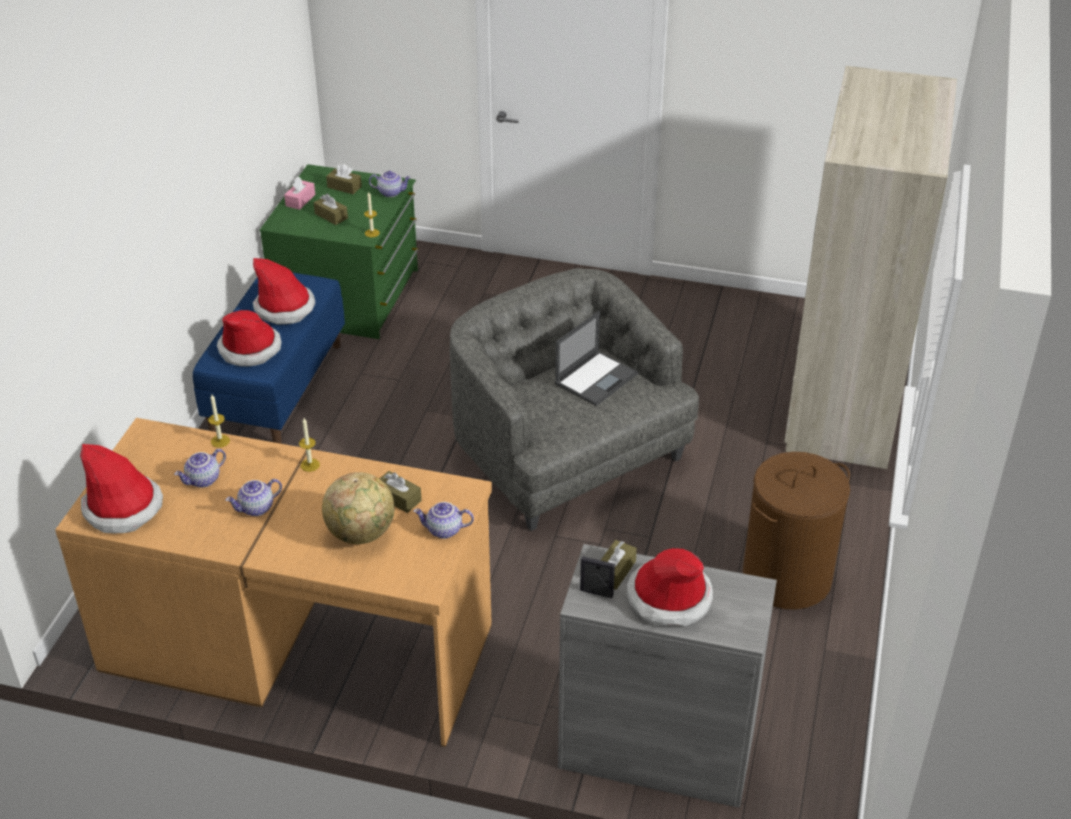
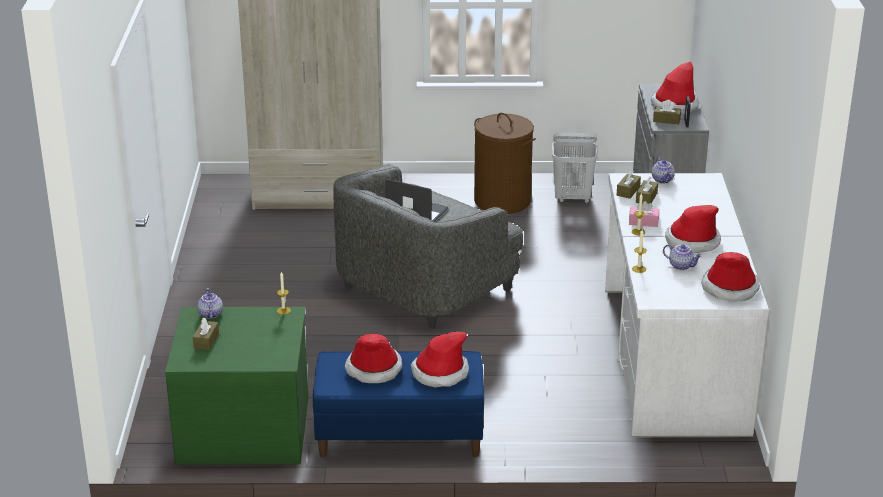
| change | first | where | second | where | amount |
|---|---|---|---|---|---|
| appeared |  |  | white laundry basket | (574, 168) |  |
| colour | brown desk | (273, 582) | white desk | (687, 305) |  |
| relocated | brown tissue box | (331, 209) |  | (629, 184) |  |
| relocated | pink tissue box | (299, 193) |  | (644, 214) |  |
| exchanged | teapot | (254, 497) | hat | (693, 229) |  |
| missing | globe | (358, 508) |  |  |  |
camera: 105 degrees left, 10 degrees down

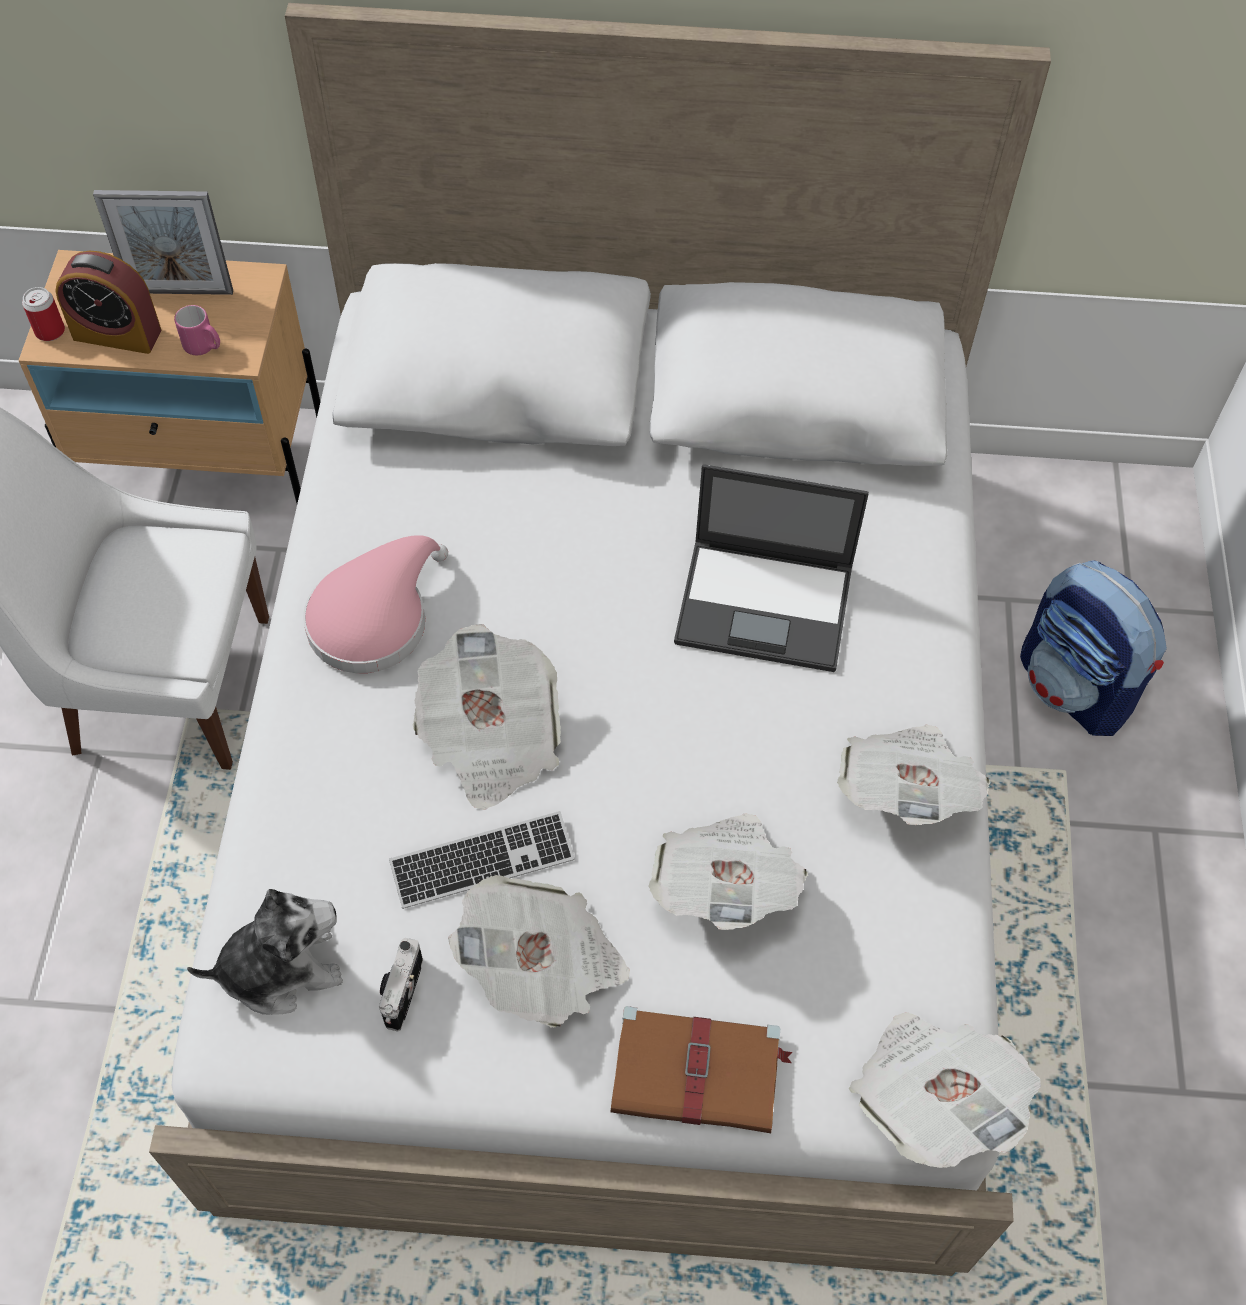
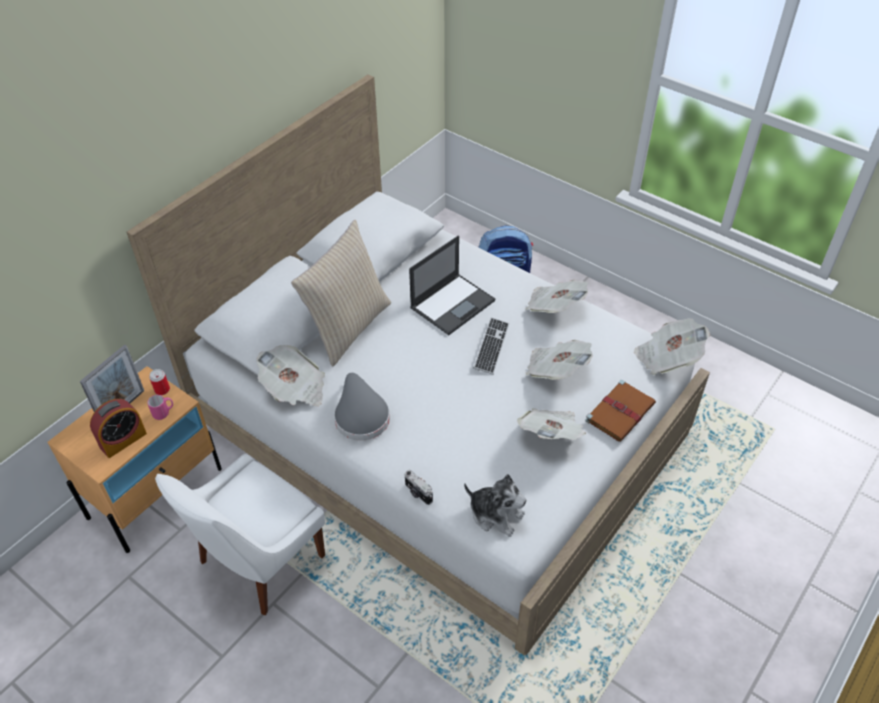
| change | first | where | second | where | amount |
|---|---|---|---|---|---|
| relocated | can | (43, 314) |  | (159, 382) |  |
| relocated | newspaper | (486, 717) |  | (291, 375) |  |
| appeared |  |  | beige pillow | (341, 293) |  |
| colour | pink hat | (375, 604) | grey hat | (362, 407) |  |
| relocated | photo camera | (401, 984) |  | (418, 487) |  |
| spun | plush toy | (265, 952) |  | (495, 505) | 105 degrees clockwise |
| relocated | keyboard | (482, 860) |  | (491, 346) |  |
camera: 55 degrees left, 10 degrees down

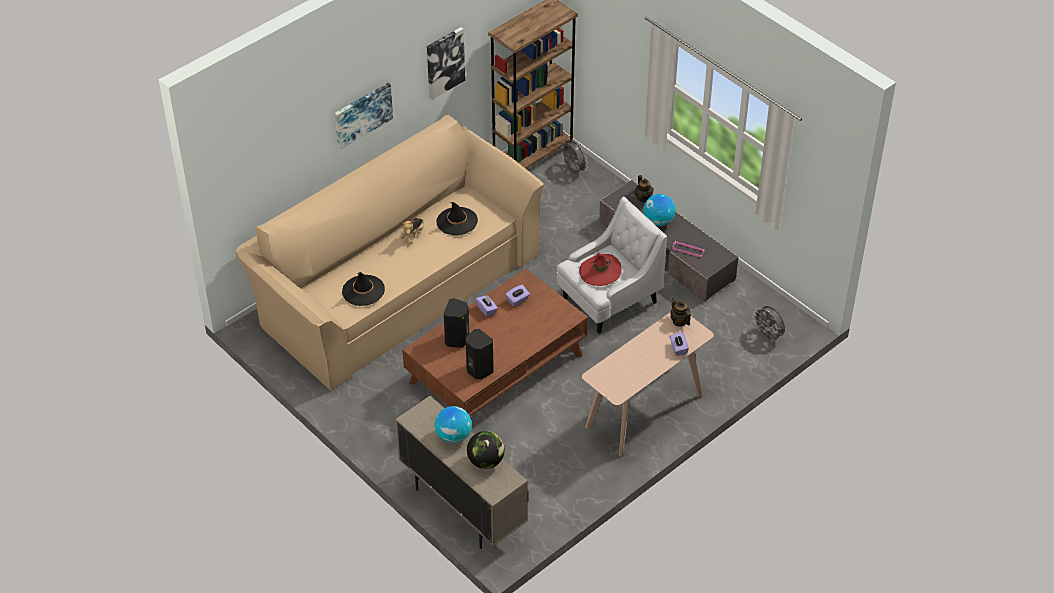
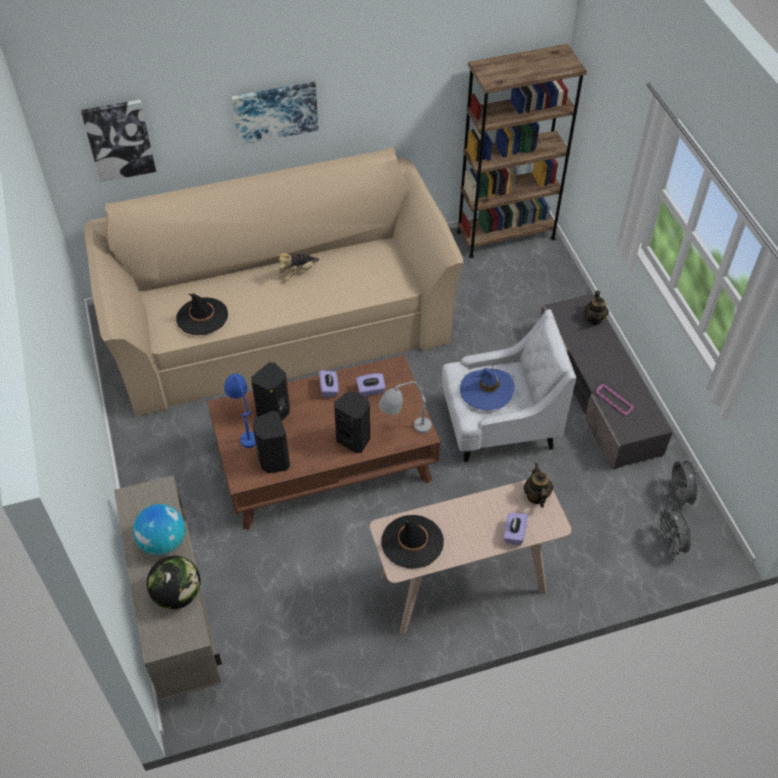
| change | first | where | second | where | amount |
|---|---|---|---|---|---|
| relocated | picture | (446, 63) |  | (118, 141) |  |
| appeared |  |  | blue table lamp | (240, 411) |  |
| appeared |  |  | black speaker | (352, 422) |  |
| appeared |  |  | grey table lamp | (405, 407) |  |
| relocated | black hat | (457, 218) |  | (412, 541) |  |
| colour | red hat | (600, 268) | blue hat | (487, 386) |  |
| relocated | grey fan | (575, 156) |  | (685, 482) |  |
| missing | globe | (659, 210) |  |  |  |
camera: 25 degrees right, 5 degrees up

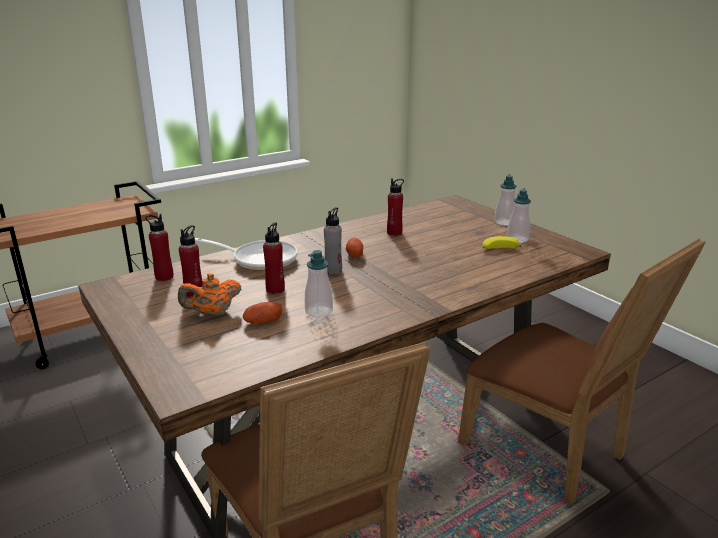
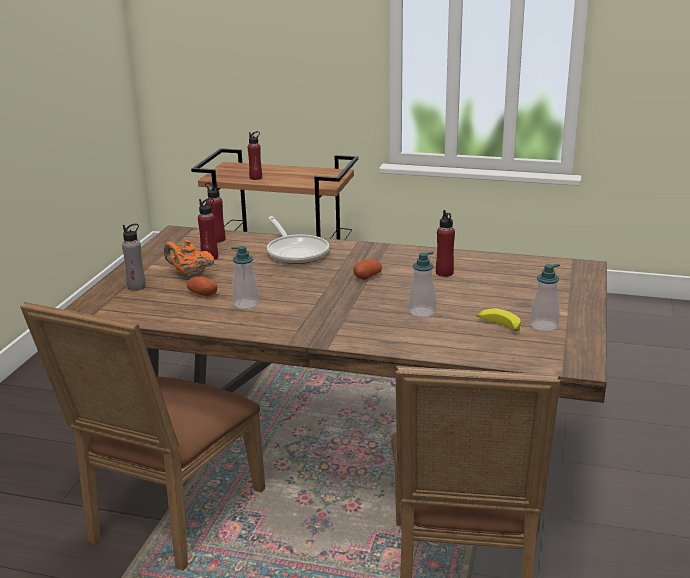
| change | first | where | second | where | amount |
|---|---|---|---|---|---|
| relocated | grey bottle | (333, 241) |  | (134, 257) |  |
| relocated | red bottle | (274, 258) |  | (255, 155) |  |
| relocated | soap dispenser | (505, 200) |  | (422, 284) |  |
camera: 50 degrees right, 0 degrees up

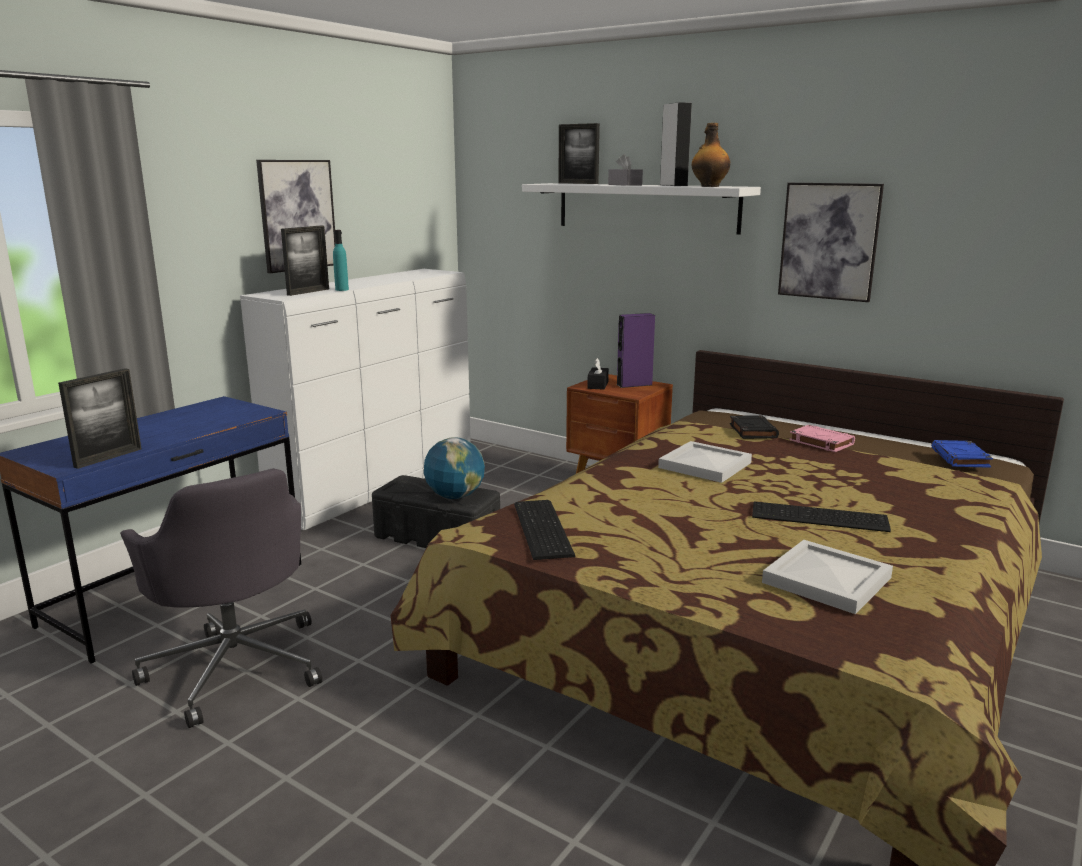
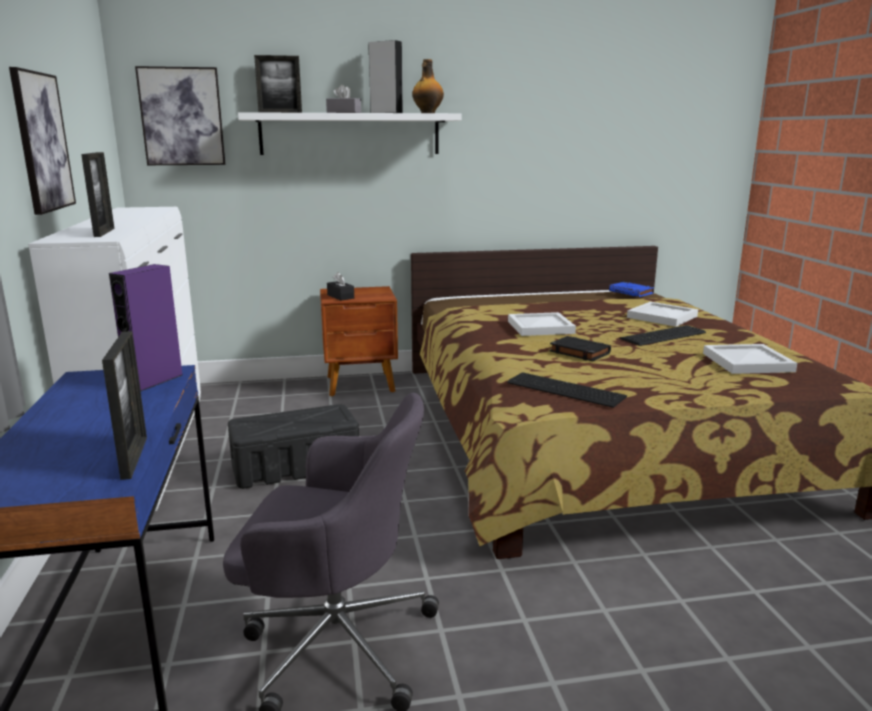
| change | first | where | second | where | amount |
|---|---|---|---|---|---|
| relocated | purple speaker | (635, 350) |  | (145, 327) |  |
| relocated | picture | (831, 242) |  | (180, 115) |  |
| relocated | black book | (754, 427) |  | (580, 348) |  |
| appeared |  |  | white tray | (662, 314) |  |
| missing | turquoise bottle | (341, 260) |  |  |  |
| missing | globe | (454, 468) |  |  |  |
| missing | pink book | (822, 438) |  |  |  |
camera: 45 degrees left, 0 degrees up

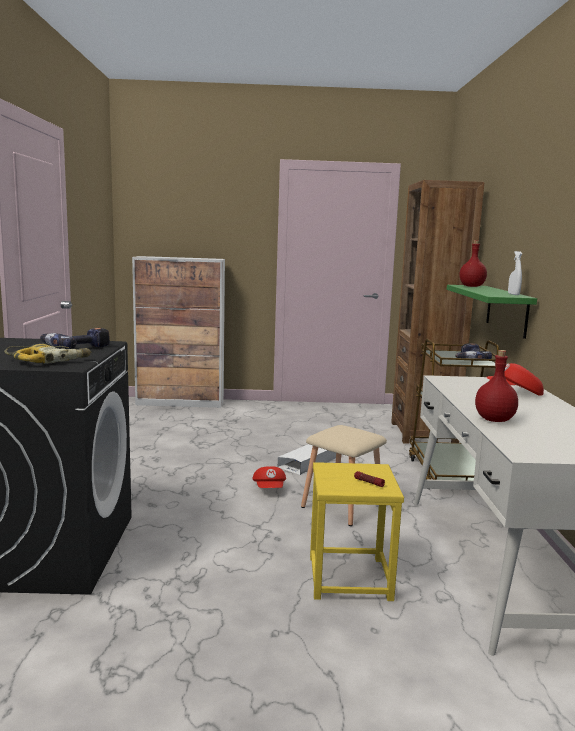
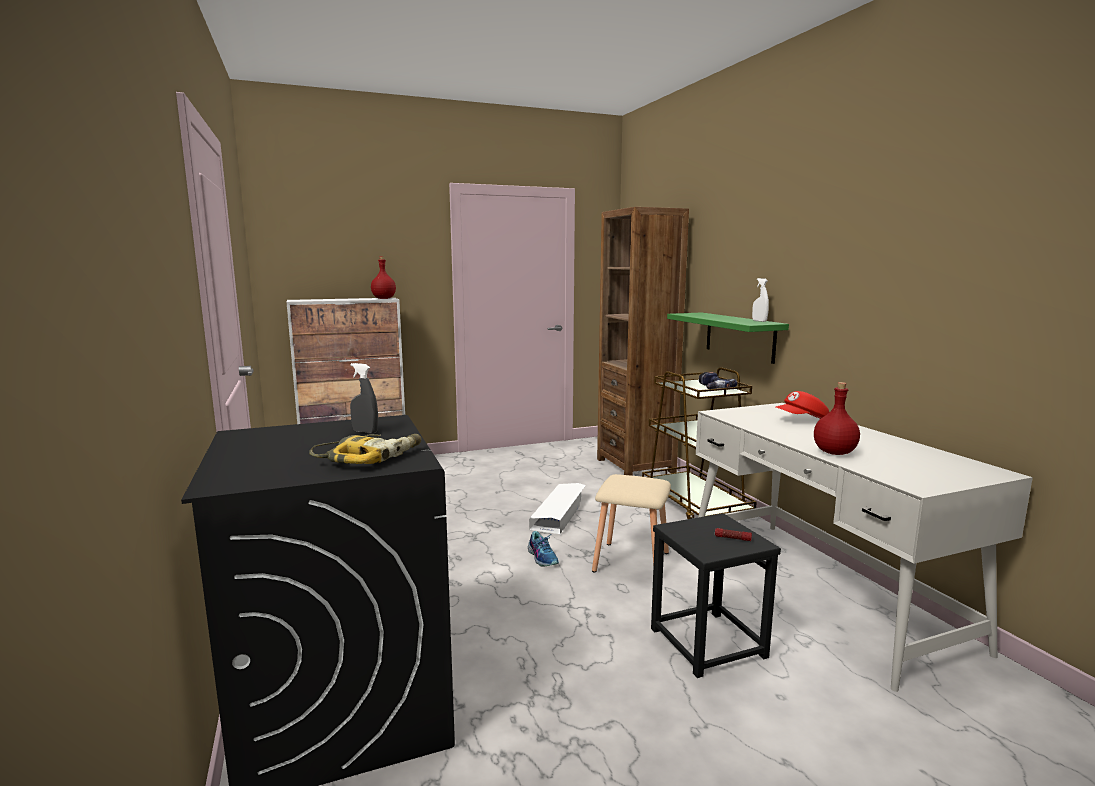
| change | first | where | second | where | amount |
|---|---|---|---|---|---|
| exchanged | power drill | (75, 338) | grey spray bottle | (364, 398) |  |
| relocated | red bottle | (473, 263) |  | (383, 277) |  |
| exchanged | red cap | (269, 477) | shoe | (543, 549) |  |
| colour | yellow stool | (357, 531) | black stool | (716, 595) |  |
camera: 20 degrees left, 0 degrees up

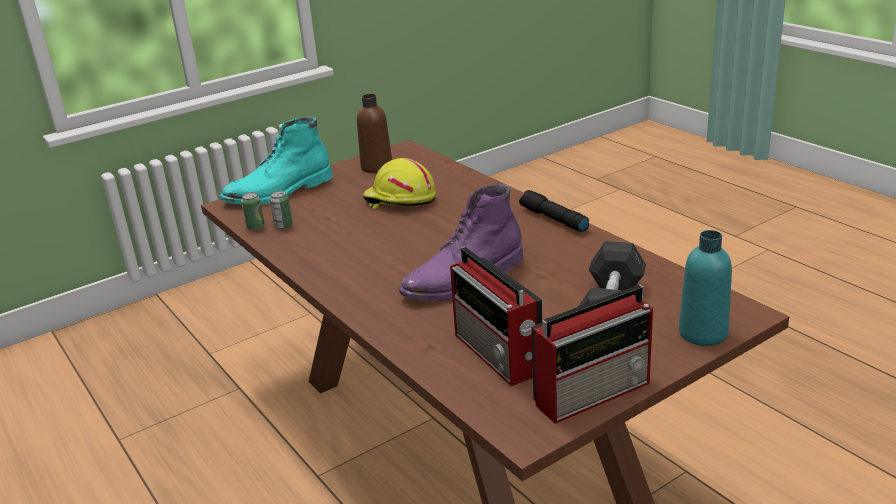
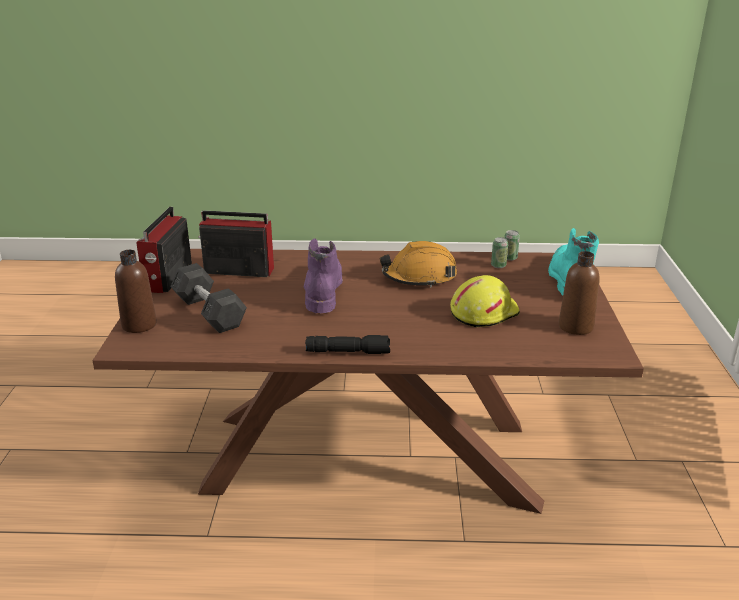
| change | first | where | second | where | amount |
|---|---|---|---|---|---|
| colour | turquoise bottle | (705, 288) | brown bottle | (136, 291) |  |
| appeared |  |  | orange hard hat | (418, 264) |  |
camera: 125 degrees right, 0 degrees up

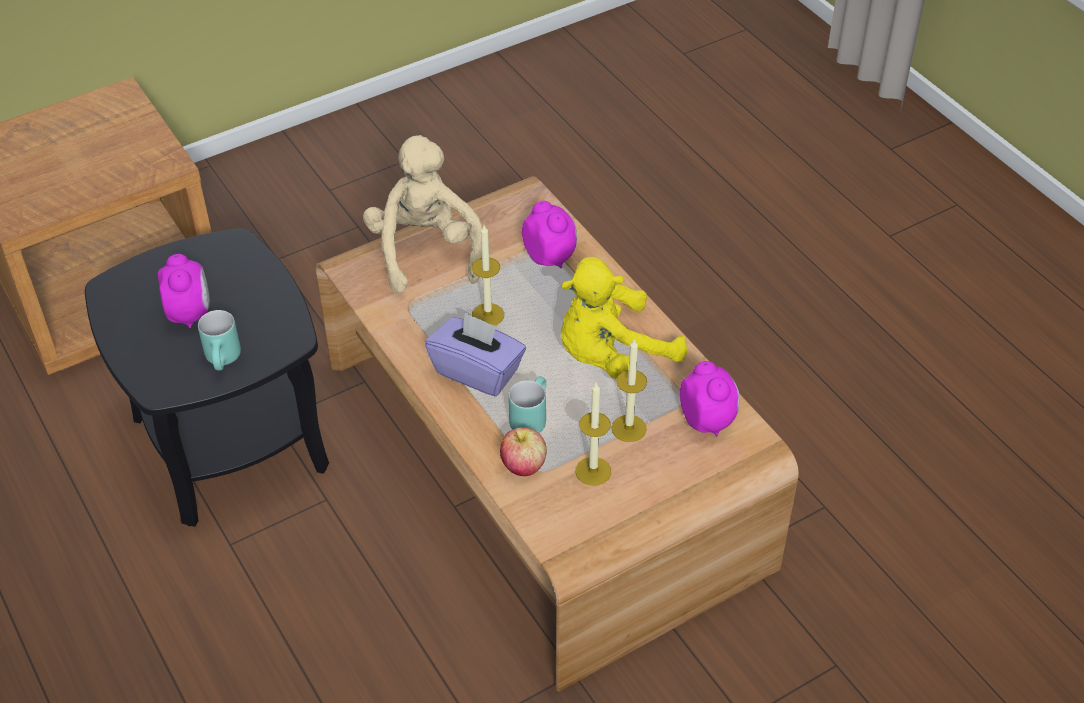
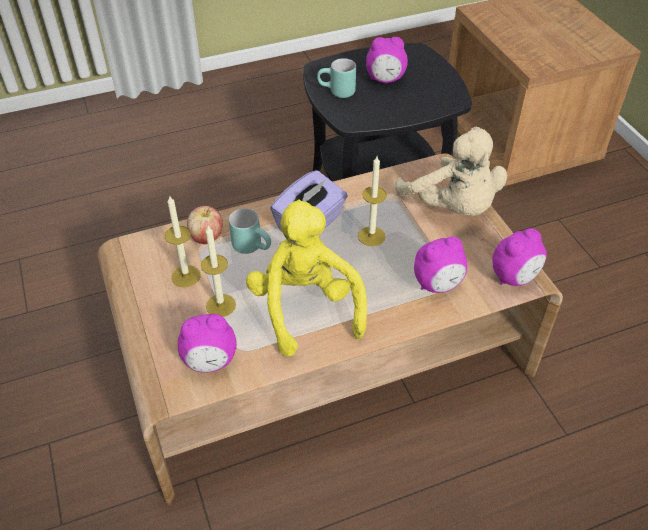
| change | first | where | second | where | amount |
|---|---|---|---|---|---|
| spun | beige plush toy | (423, 214) |  | (451, 171) | 60 degrees clockwise |
| appeared |  |  | alarm clock | (519, 257) |  |
camera: 100 degrees right, 0 degrees up

